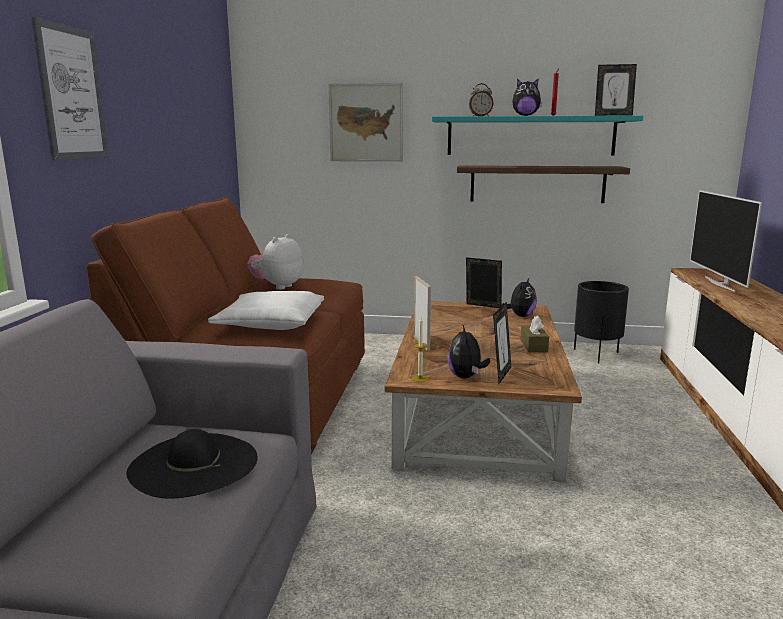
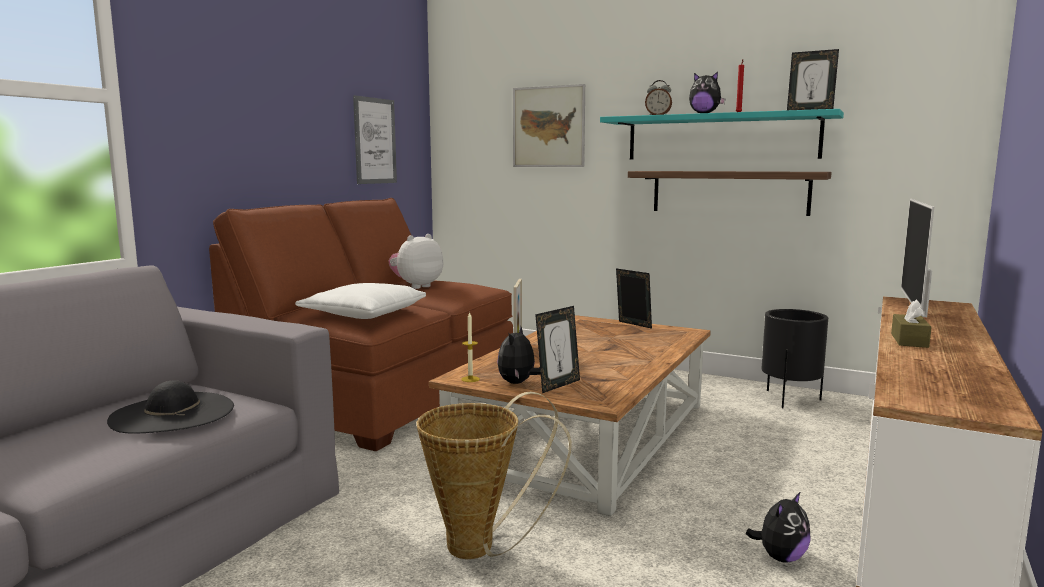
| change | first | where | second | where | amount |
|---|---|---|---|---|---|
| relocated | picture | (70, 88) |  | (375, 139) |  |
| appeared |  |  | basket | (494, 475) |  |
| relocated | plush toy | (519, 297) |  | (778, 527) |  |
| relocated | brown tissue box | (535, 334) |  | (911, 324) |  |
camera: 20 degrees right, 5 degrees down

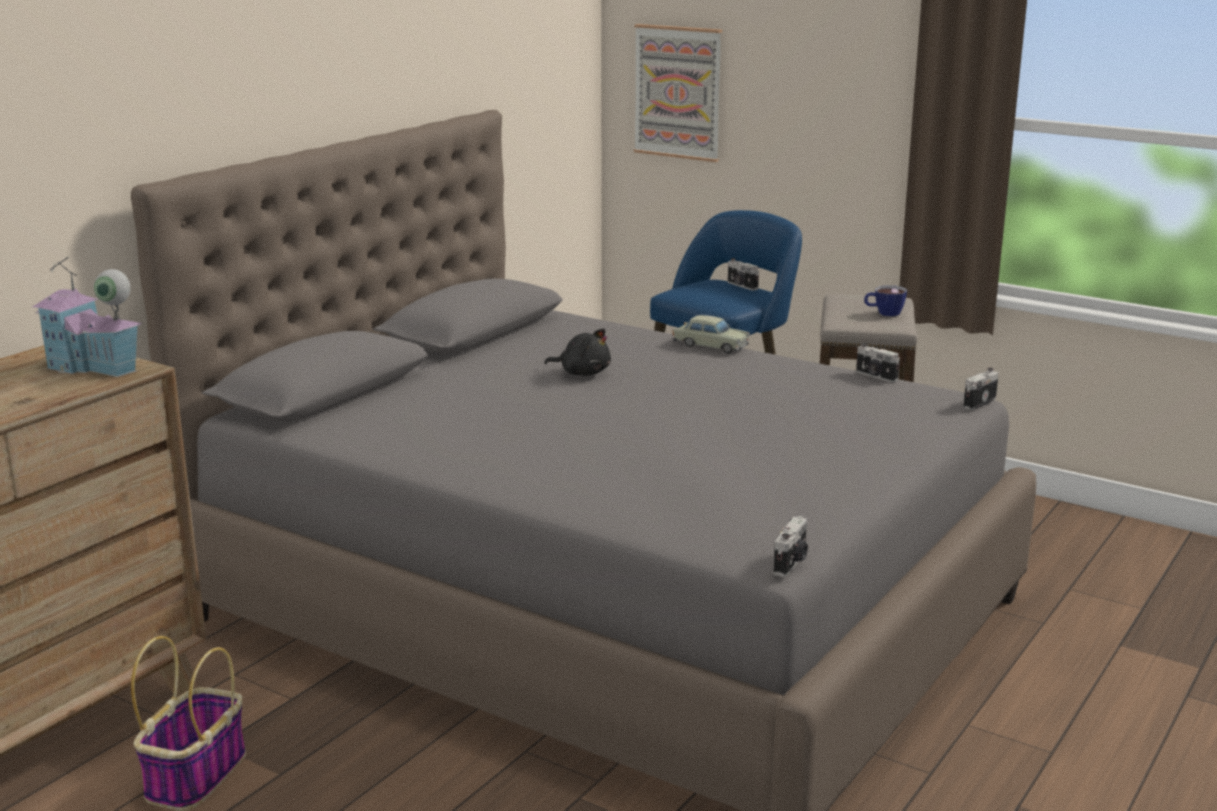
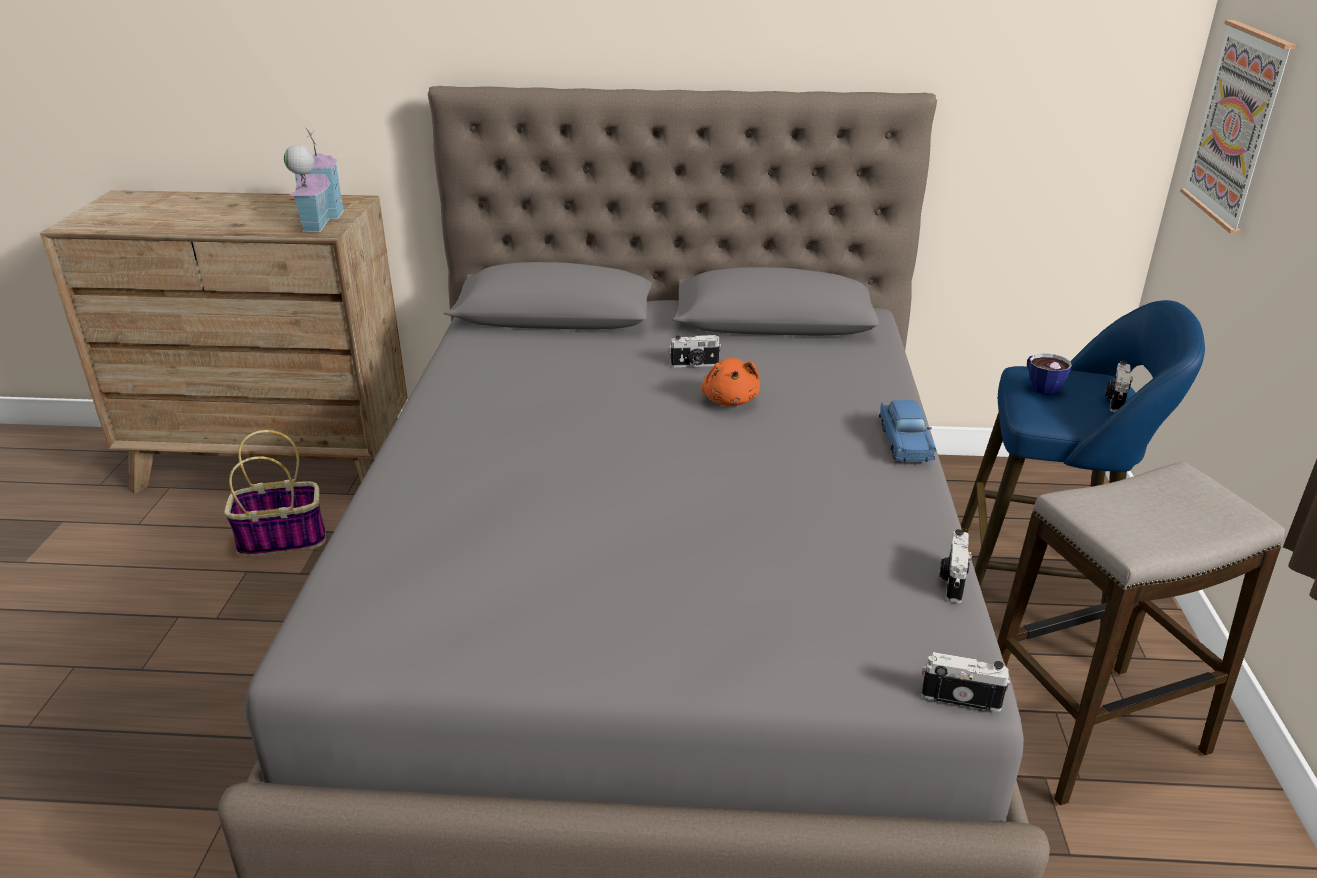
| change | first | where | second | where | amount |
|---|---|---|---|---|---|
| relocated | photo camera | (791, 546) |  | (695, 351) |  |
| colour | black plush toy | (577, 352) | orange plush toy | (730, 382) |  |
| colour | beige toy car | (711, 334) | blue toy car | (907, 431) |  |
| relocated | cup | (885, 300) |  | (1049, 374) |  |
camera: 60 degrees right, 10 degrees up

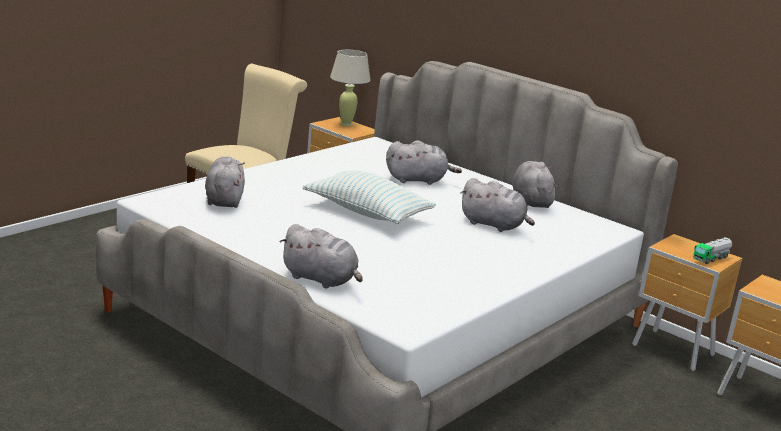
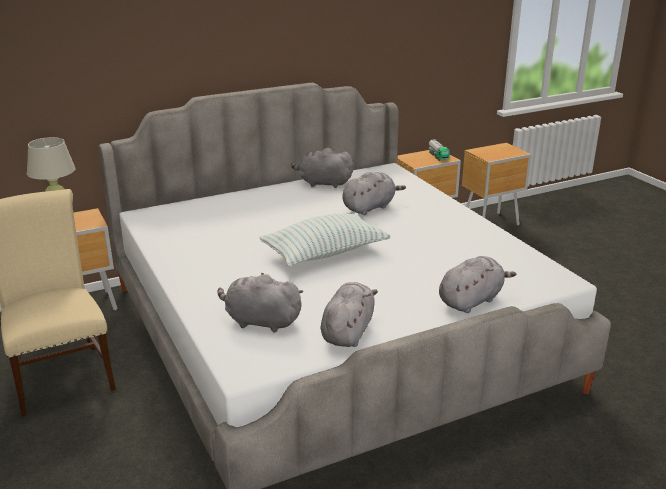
| change | first | where | second | where | amount |
|---|---|---|---|---|---|
| relocated | grey plush toy | (424, 162) |  | (349, 314) |  |
camera: 65 degrees left, 5 degrees up

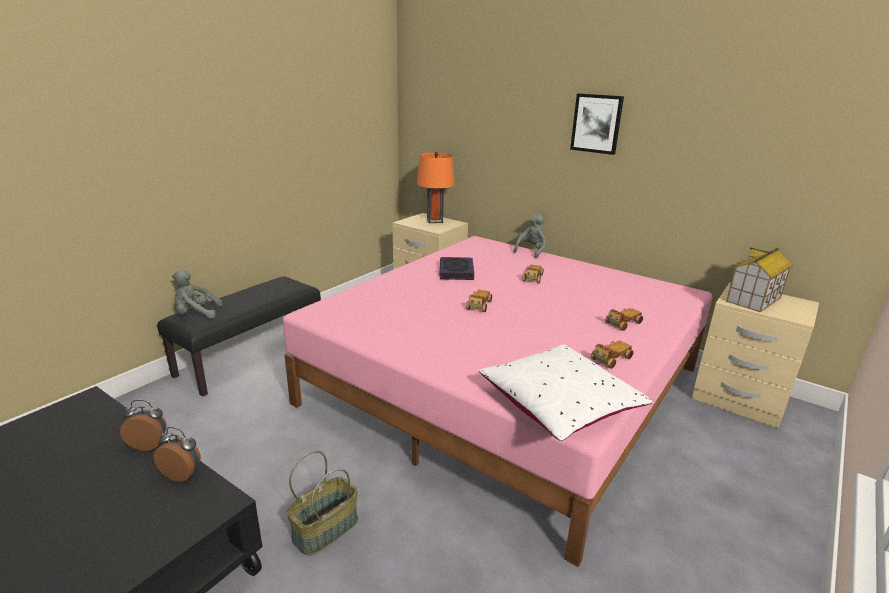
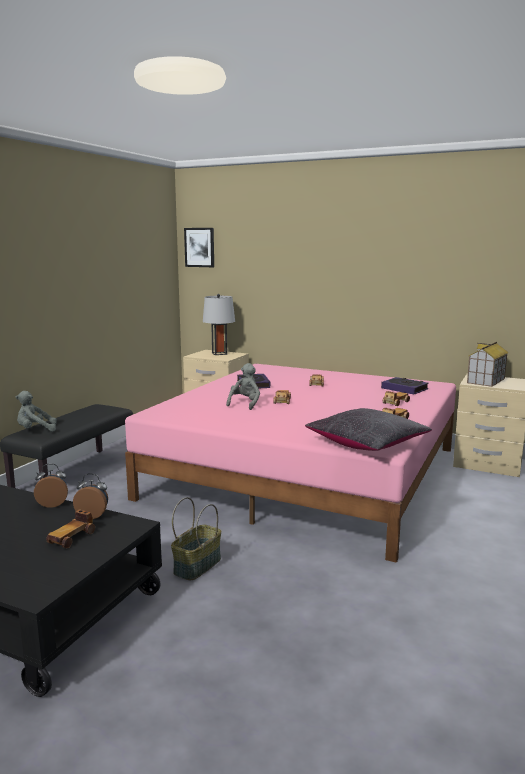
| change | first | where | second | where | amount |
|---|---|---|---|---|---|
| appeared |  |  | toy car | (70, 529) |  |
| relocated | picture | (597, 124) |  | (199, 247) |  |
| colour | orange table lamp | (436, 187) | grey table lamp | (219, 324) |  |
| relocated | grey plush toy | (529, 235) |  | (243, 386) |  |
| colour | white pillow | (566, 392) | black pillow | (368, 429) |  |
| appeared |  |  | book | (405, 385) |  |
camera: 10 degrees left, 10 degrees down

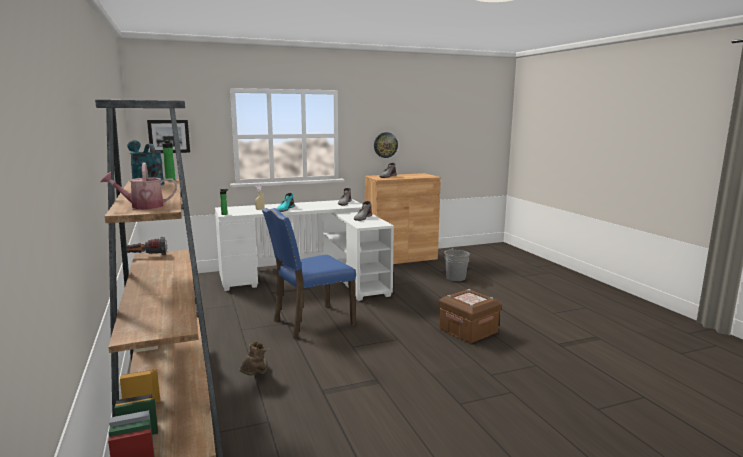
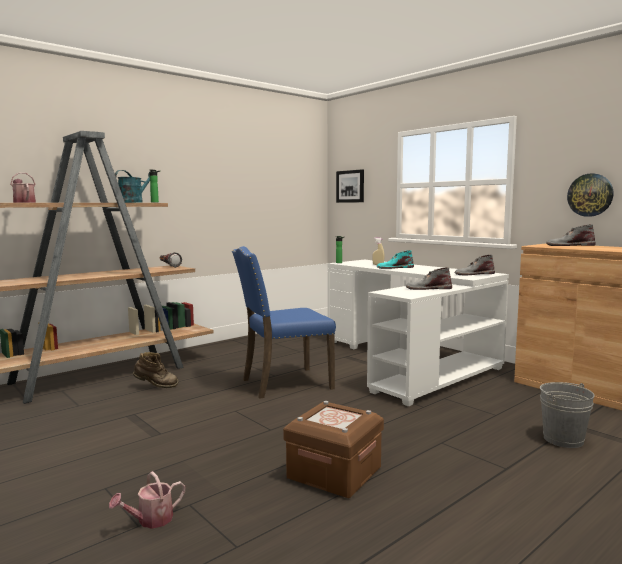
| change | first | where | second | where | amount |
|---|---|---|---|---|---|
| appeared |  |  | watering can | (147, 500) |  |
| spun | blue chair | (309, 273) |  | (284, 322) | 60 degrees counterclockwise |
camera: 70 degrees right, 5 degrees down

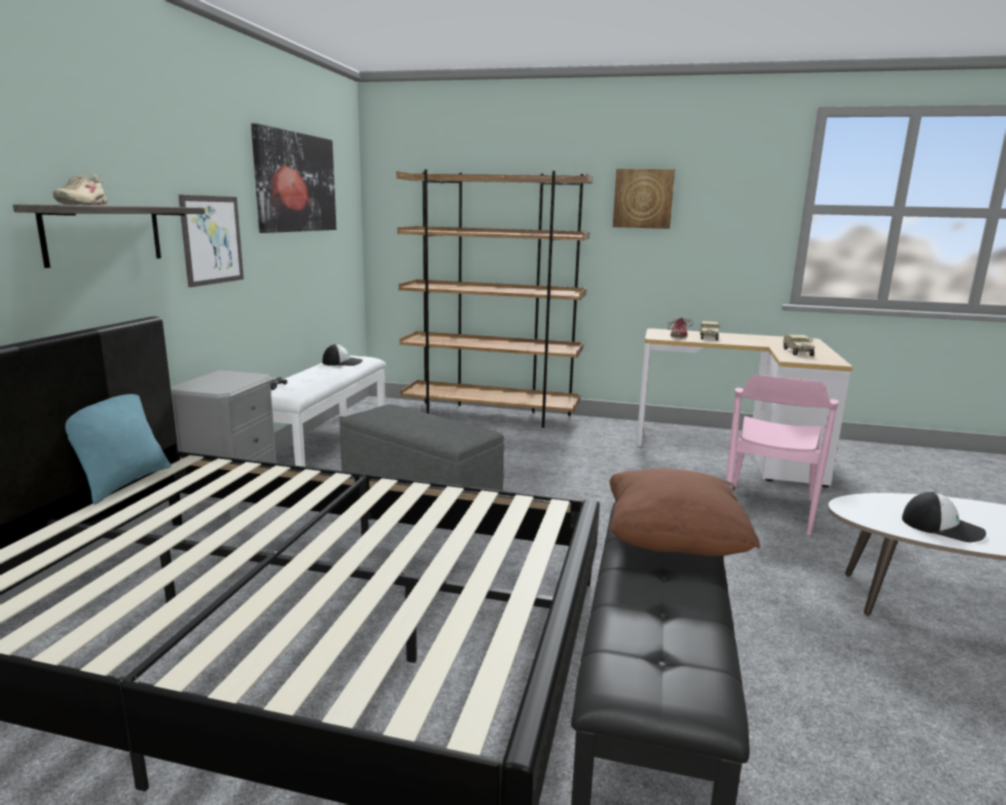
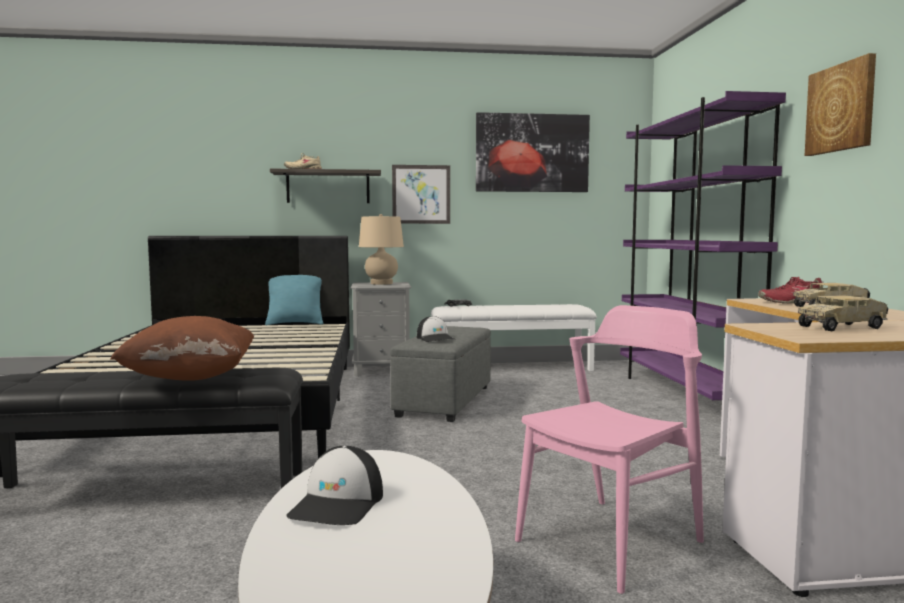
| change | first | where | second | where | amount |
|---|---|---|---|---|---|
| appeared |  |  | beige table lamp | (381, 249) |  |
| relocated | cap | (343, 355) |  | (436, 329) |  |
| spun | pink chair | (782, 455) |  | (609, 449) | 135 degrees clockwise |
| colour | brown bookcase | (494, 298) | purple bookcase | (703, 245) |  |
camera: 70 degrees right, 10 degrees down

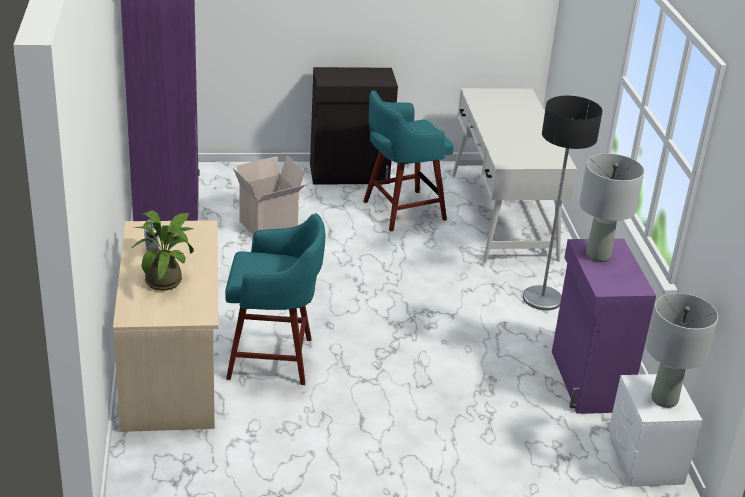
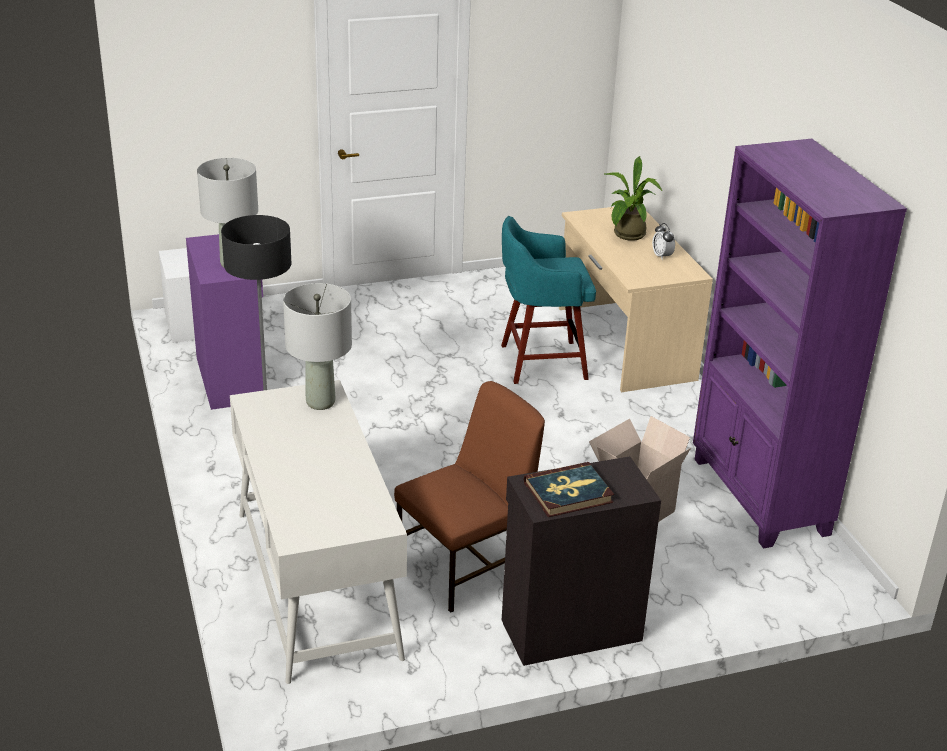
| change | first | where | second | where | amount |
|---|---|---|---|---|---|
| relocated | grey table lamp | (682, 350) |  | (317, 346) |  |
| exchanged | turquoise stool | (408, 160) | brown chair | (469, 497) |  |
| appeared |  |  | book | (569, 489) |  |
camera: 170 degrees right, 0 degrees up

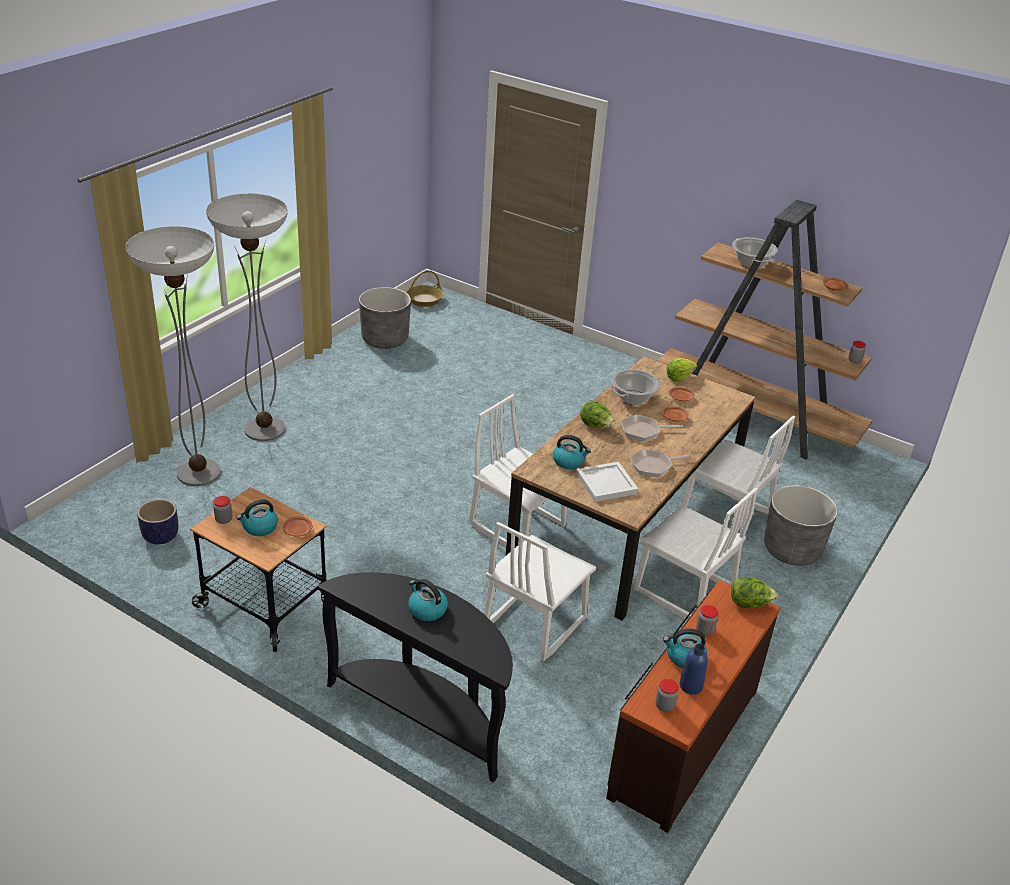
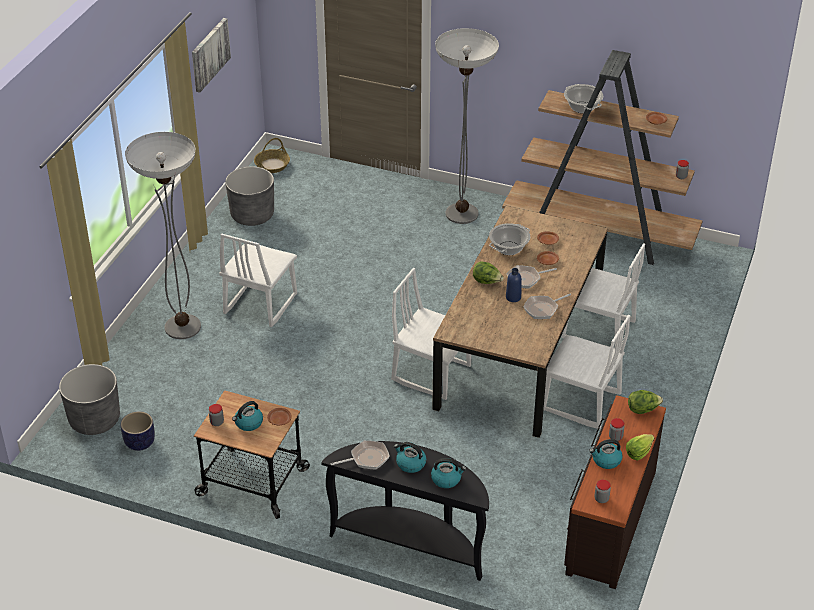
| change | first | where | second | where | amount |
|---|---|---|---|---|---|
| relocated | grey planter | (801, 525) |  | (89, 399) |  |
| appeared |  |  | picture | (211, 55) |  |
| relocated | white chair | (540, 591) |  | (258, 280) |  |
| appeared |  |  | frying pan | (360, 454) |  |
| relocated | kettle | (572, 452) |  | (448, 473) |  |
| relocated | floor lamp | (173, 356) |  | (467, 126) |  |
| relocated | blue bottle | (694, 669) |  | (514, 285) |  |
| relocated | lettuce | (681, 369) |  | (640, 447) |  |
| missing | white tray | (607, 482) |  |  |  |
camera: 10 degrees left, 5 degrees up

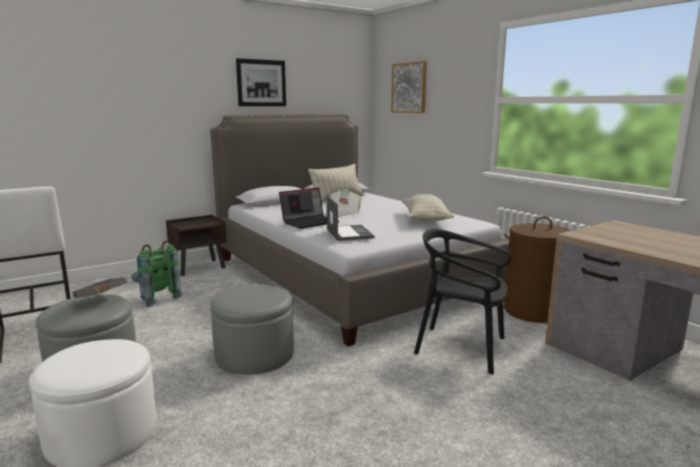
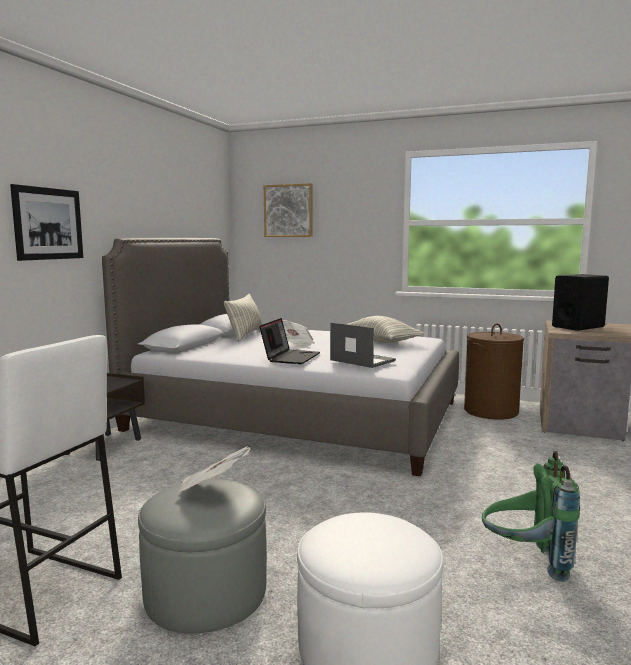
| change | first | where | second | where | amount |
|---|---|---|---|---|---|
| relocated | picture | (261, 82) |  | (46, 222) |  |
| relocated | green backpack | (157, 273) |  | (531, 516) |  |
| appeared |  |  | black speaker | (580, 302) |  |
| missing | grey ottoman | (252, 329) |  |  |  |
| missing | black chair | (462, 301) |  |  |  |
camera: 35 degrees left, 5 degrees down

